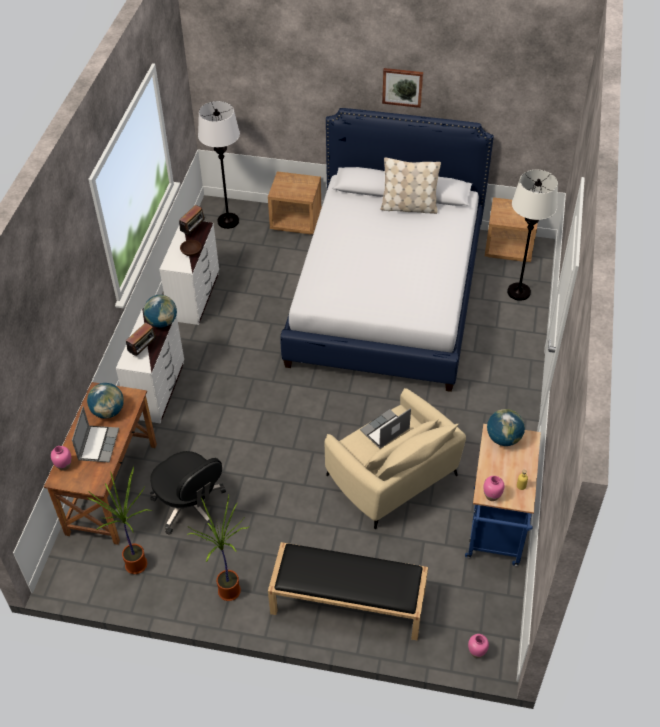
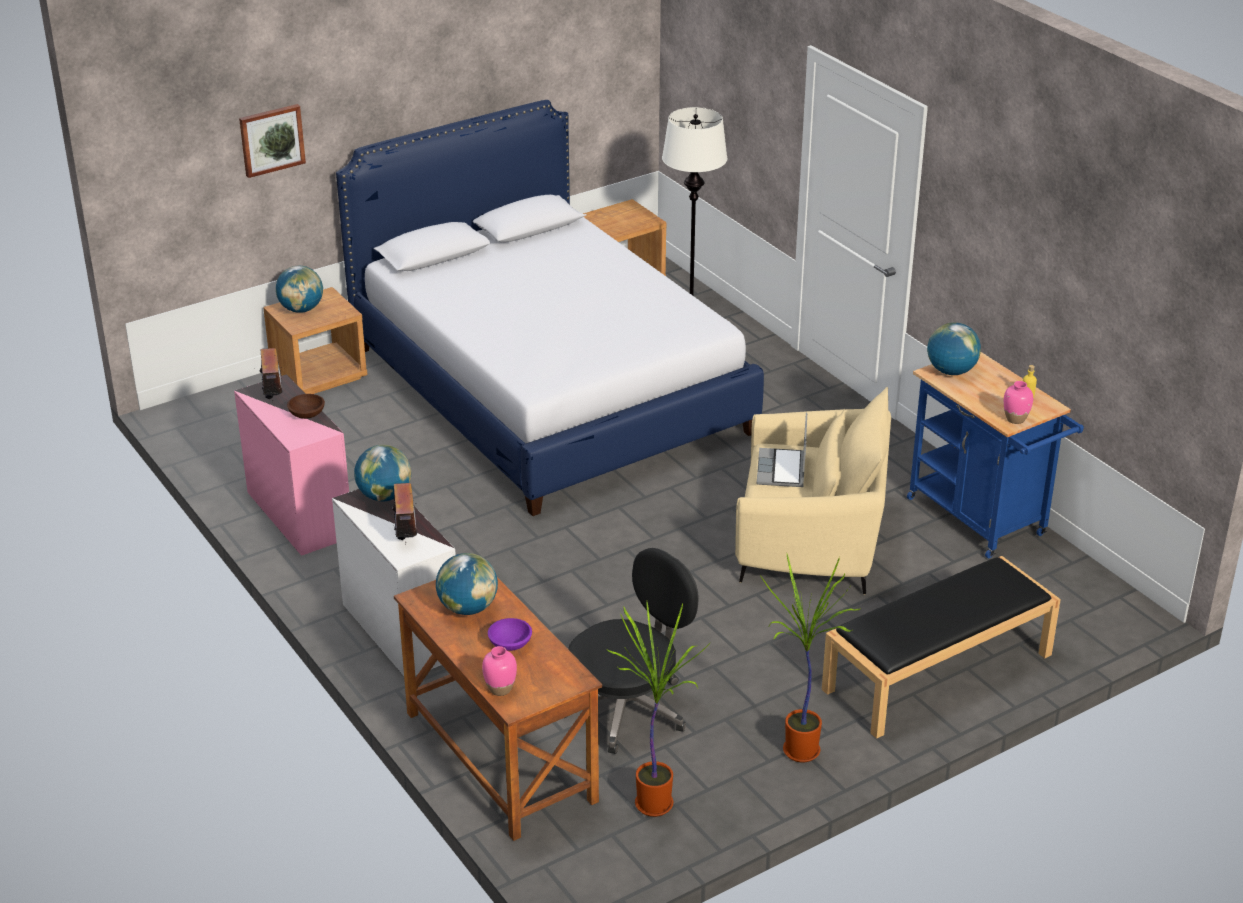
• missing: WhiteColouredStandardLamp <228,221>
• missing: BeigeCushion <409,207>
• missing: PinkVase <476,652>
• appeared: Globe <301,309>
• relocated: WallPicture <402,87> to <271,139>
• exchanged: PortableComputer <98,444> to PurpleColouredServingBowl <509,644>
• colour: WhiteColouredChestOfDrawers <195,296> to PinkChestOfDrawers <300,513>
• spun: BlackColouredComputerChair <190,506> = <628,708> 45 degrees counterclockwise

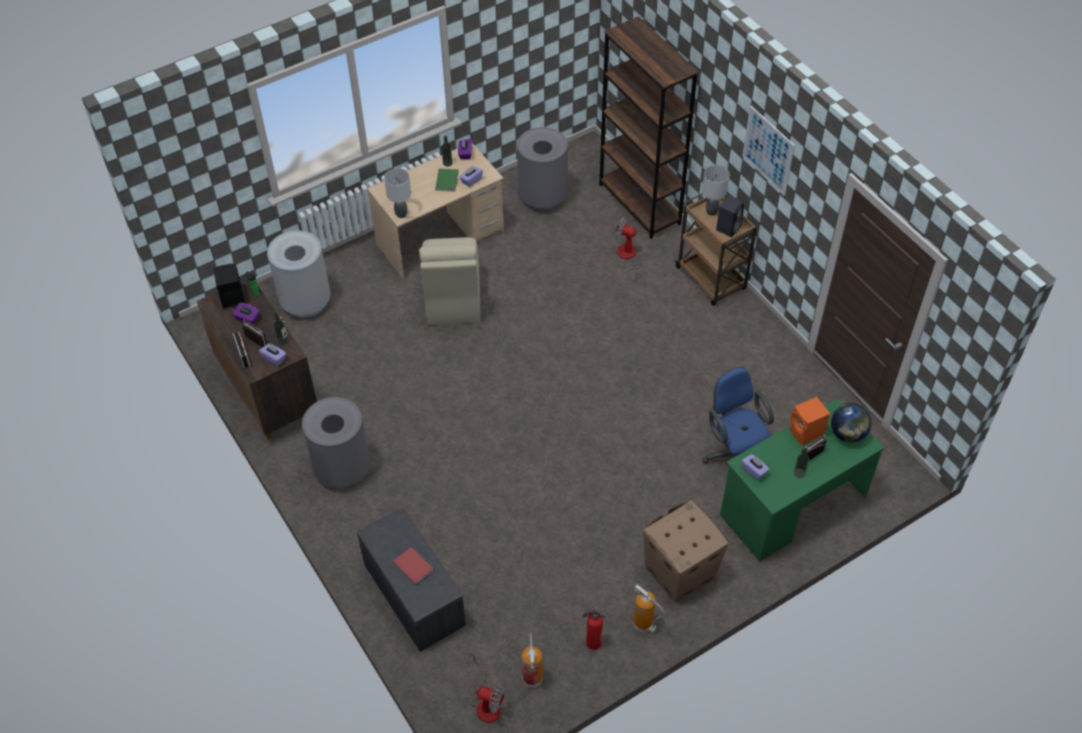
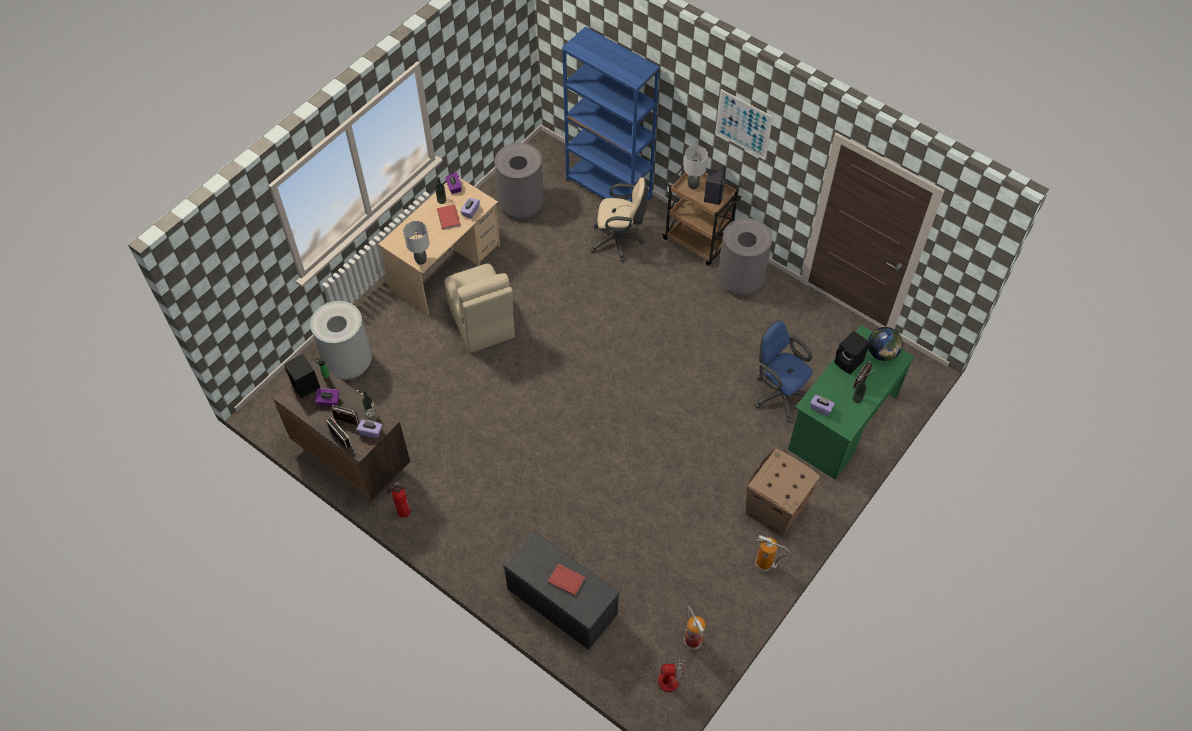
• relocated: GreyTrashCan <342,469> to <740,280>
• relocated: FireExtinguisher <592,642> to <403,512>
• exchanged: ElectricFan <628,257> to BeigeComputerChair <619,241>
• colour: GreenVolume <448,181> to RedVolume <449,217>
• colour: BrownColouredShelvingUnit <639,204> to BluishShelvingUnit <609,189>
• colour: OrangeColouredAudioSpeaker <806,433> to BlackColouredAudioSpeaker <849,362>

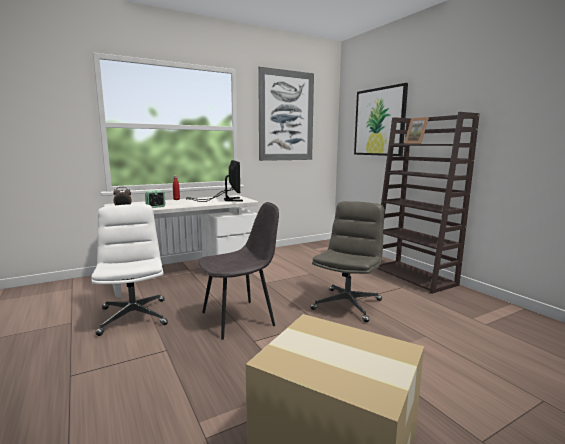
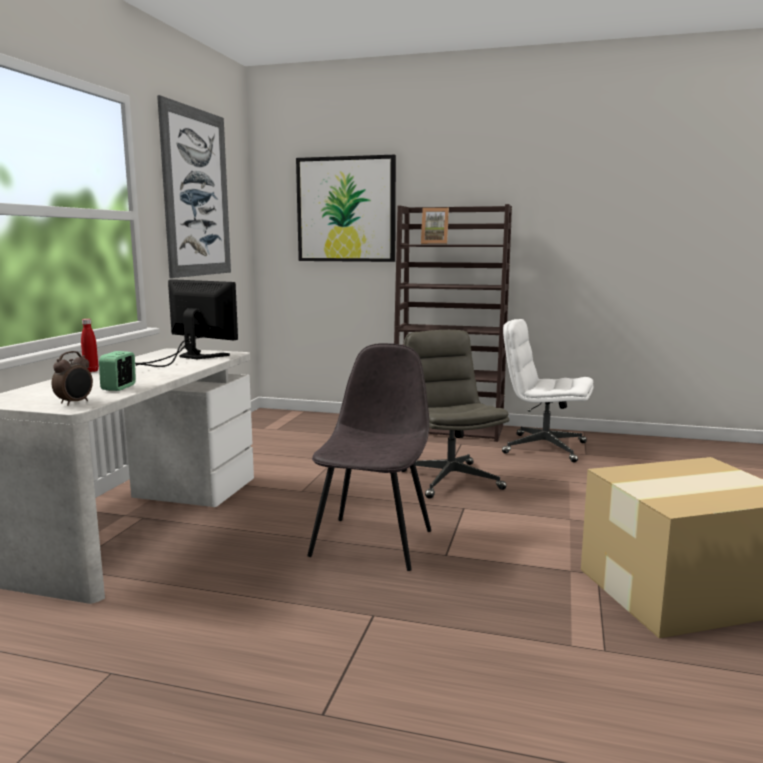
• relocated: WhiteColouredComputerChair <133,316> to <543,448>

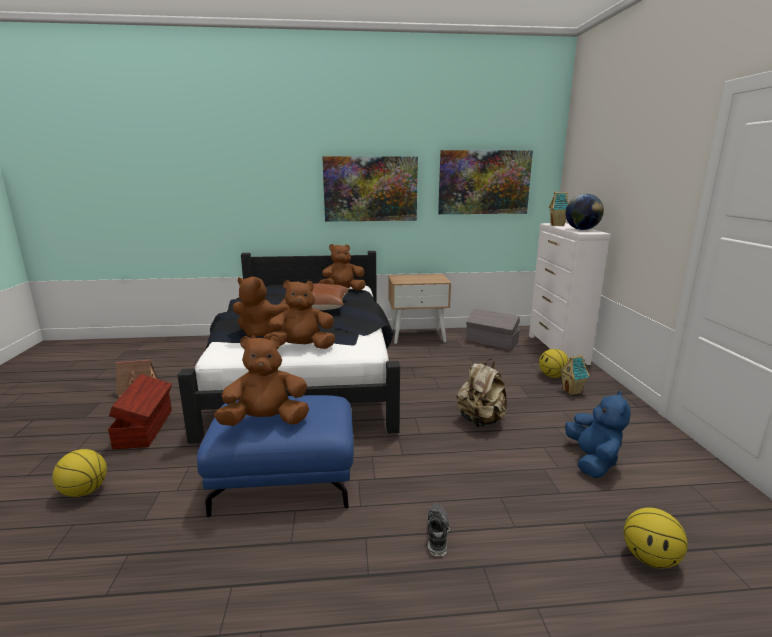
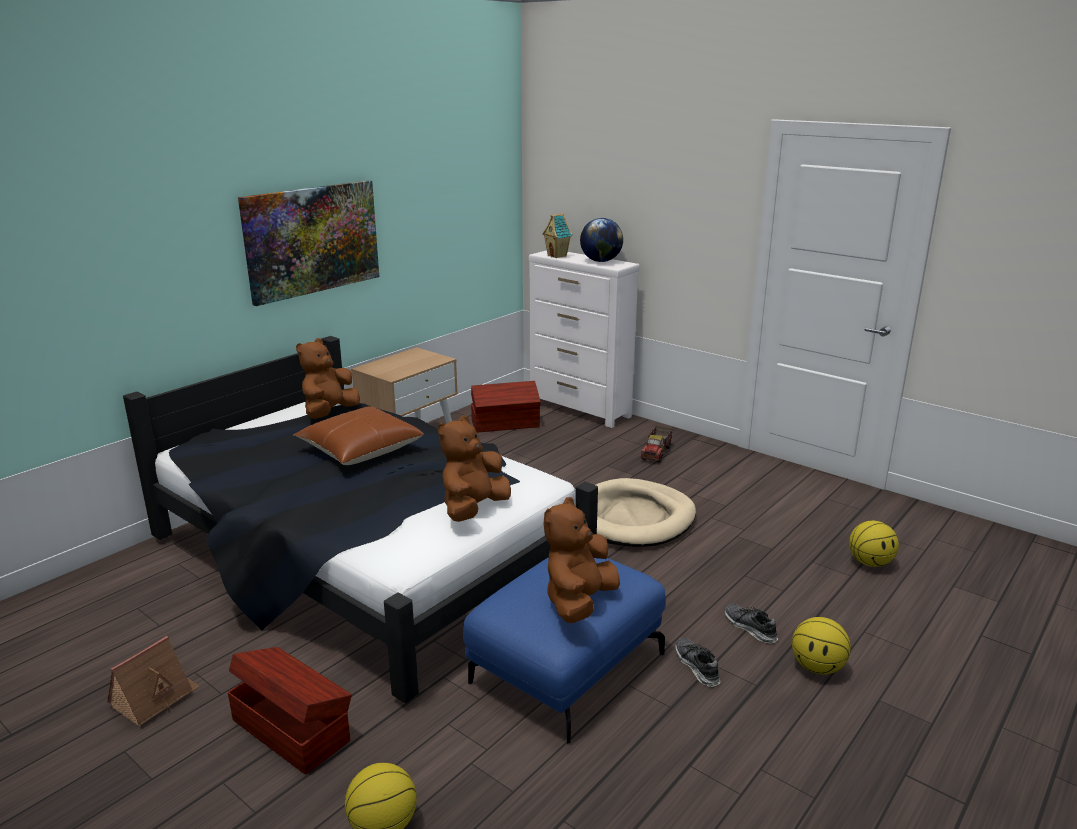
• missing: BrownColouredCuddlyToy <262,334>
• missing: WallPicture <484,182>
• missing: BluishCuddlyToy <592,461>
• appeared: Shoe <696,667>
• relocated: BallForBasketball <552,376> to <817,667>
• exchanged: BeigeRucksack <481,421> to BeigeDogBed <633,518>
• exchanged: MiniatureHouse <572,391> to ModelTruck <657,453>
• colour: GreyStorageBox <492,342> to BrownColouredStorageBox <506,424>

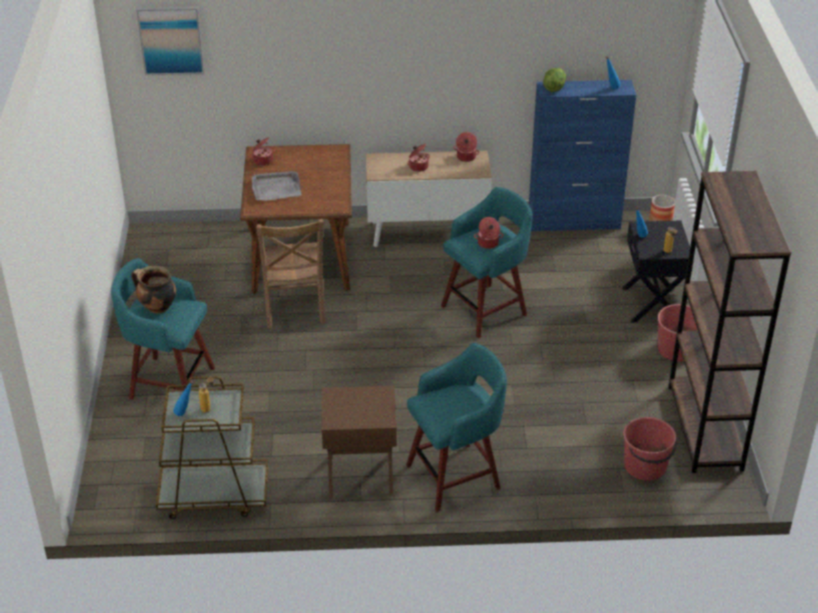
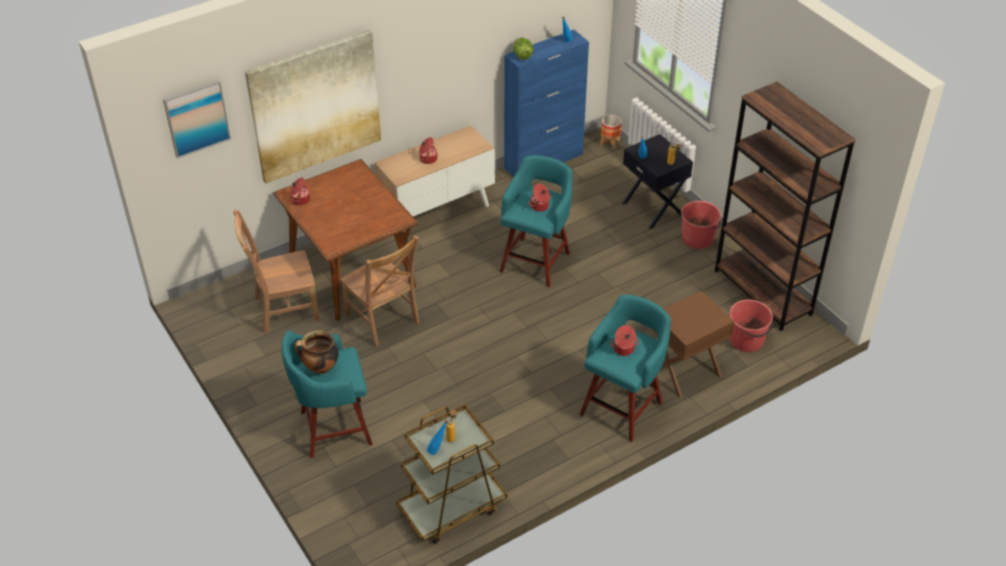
• missing: GreyServingTray <276,188>
• appeared: BrownColouredPlainChair <283,310>
• appeared: WallPicture <315,106>
• relocated: BrownColouredNightTable <360,475> to <686,372>
• relocated: CookingPot <466,157> to <623,349>

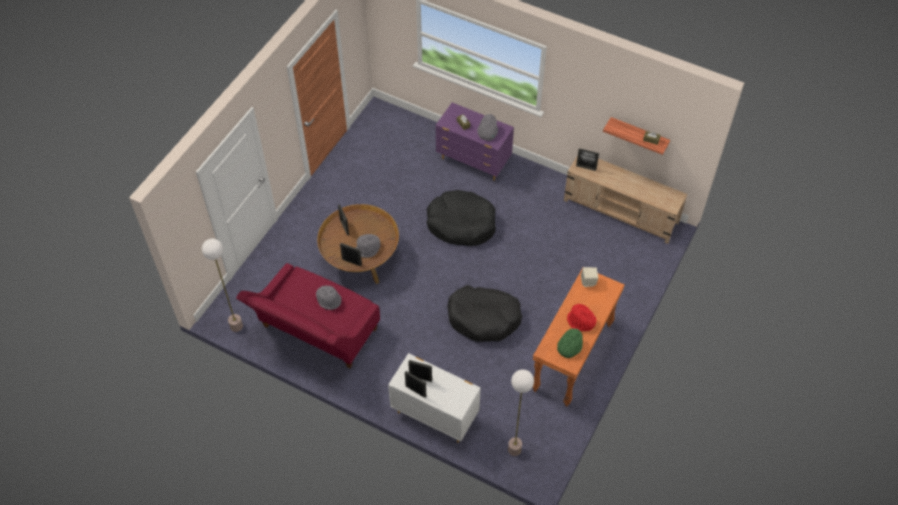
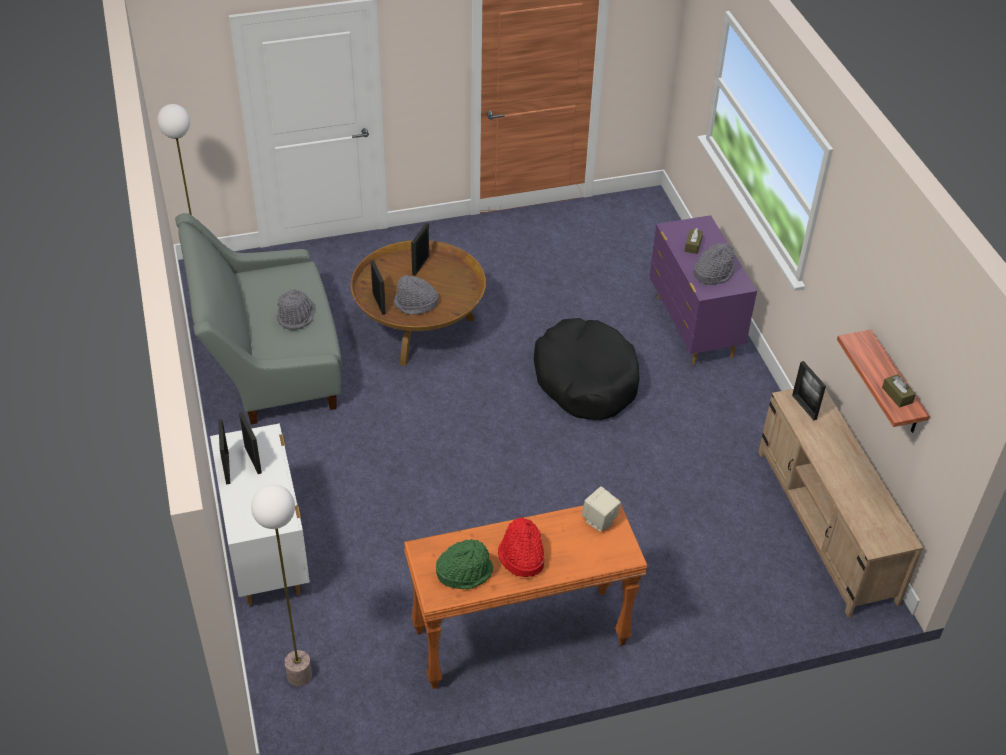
• missing: BlackColouredDogBed <484,318>
• colour: RedSettee <316,333> to GreySettee <269,362>

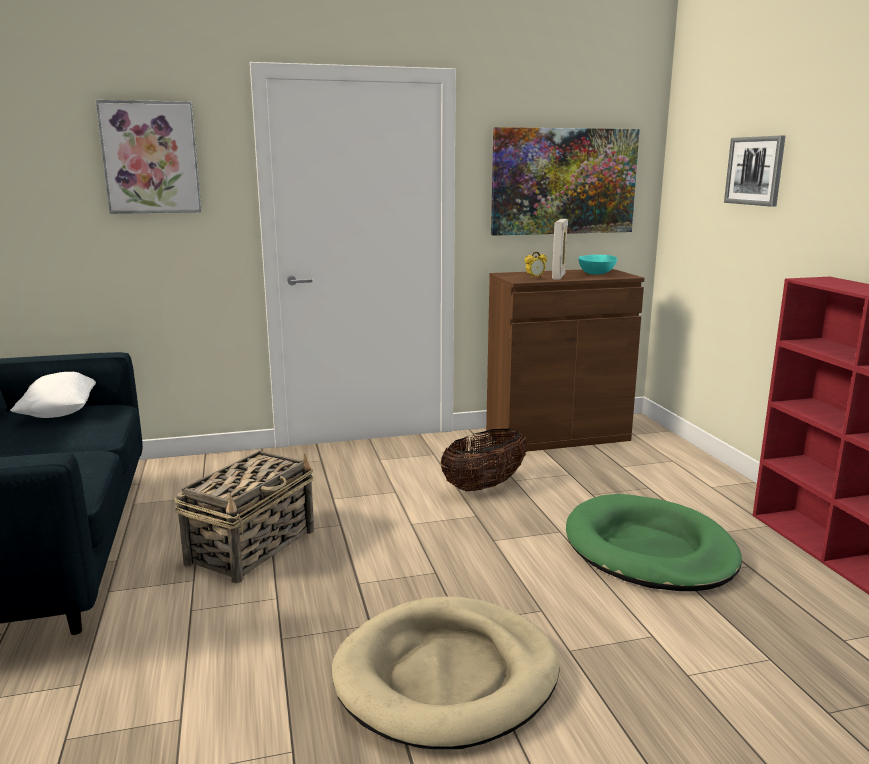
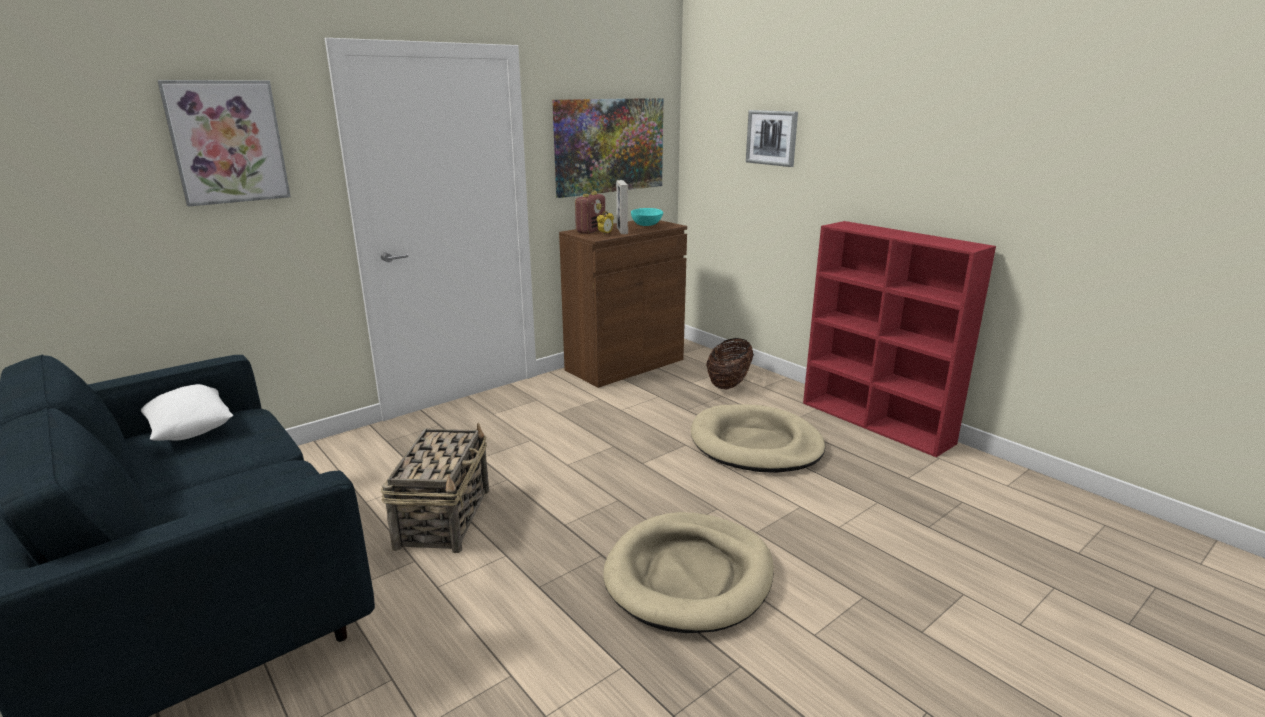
• appeared: Radio <590,231>
• relocated: StorageBasket <484,486> to <728,384>
• colour: GreenDogBed <649,549> to BeigeDogBed <755,444>

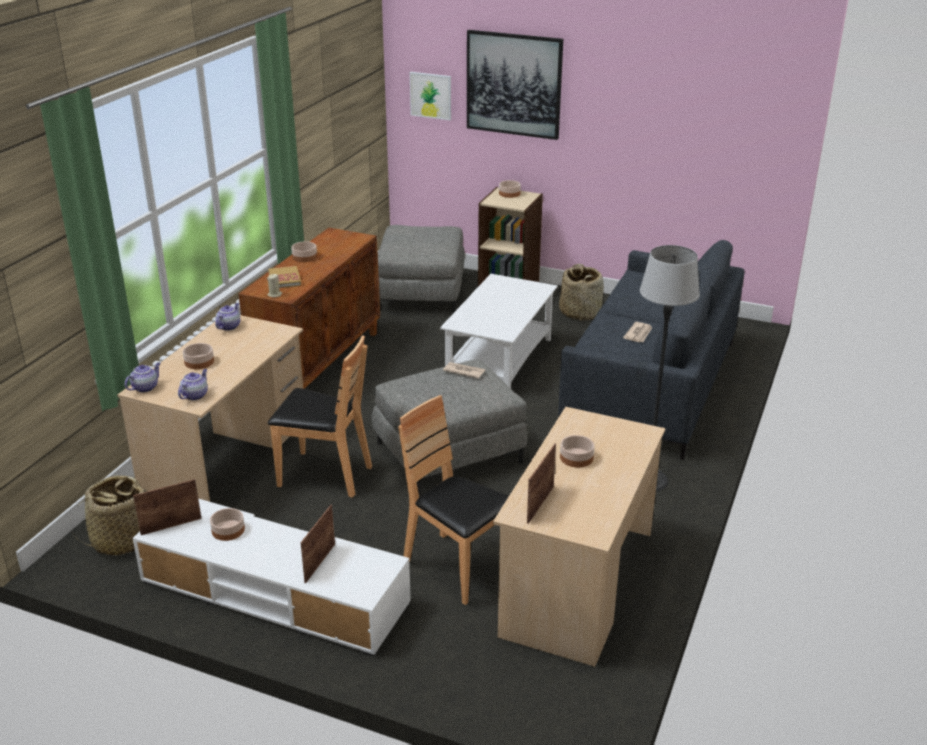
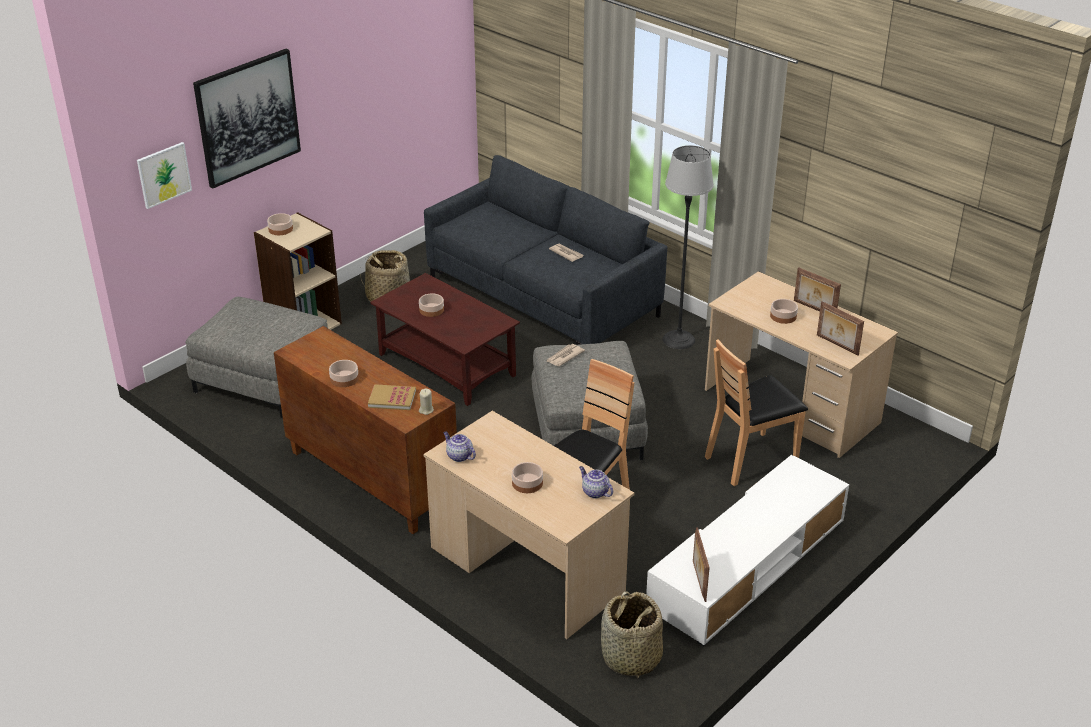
• missing: Teapot <145,387>
• relocated: ServingBowl <228,530> to <431,309>
• relocated: StandingFrame <319,563> to <814,309>
• colour: WhiteColouredLowTable <499,361> to BrownColouredLowTable <448,365>

